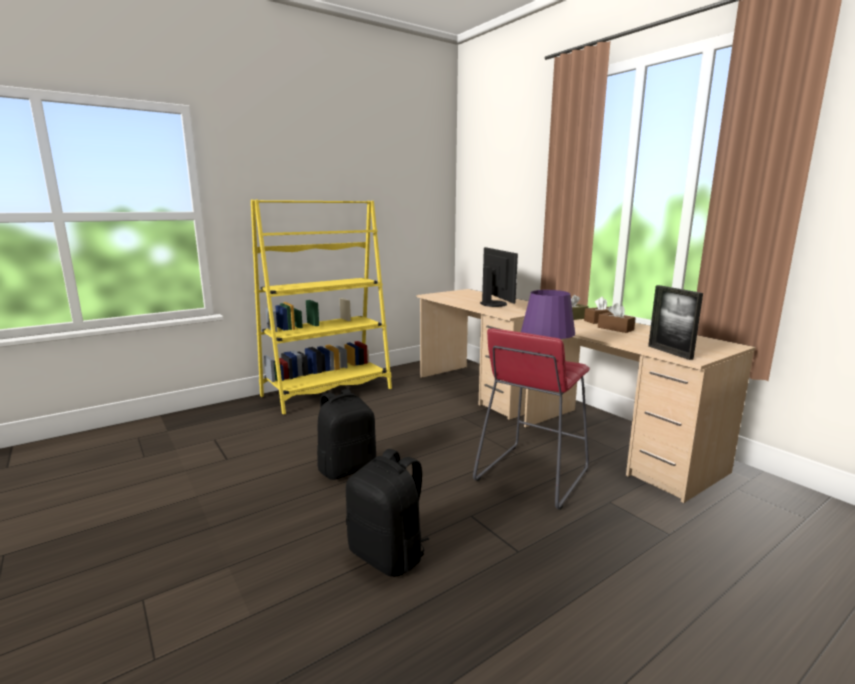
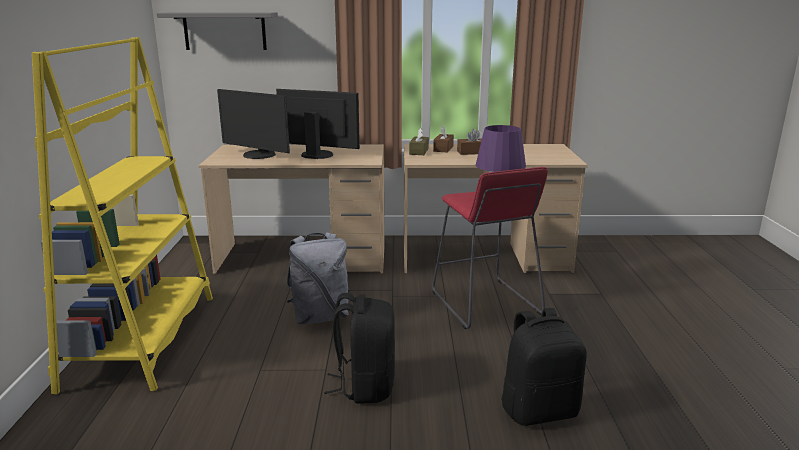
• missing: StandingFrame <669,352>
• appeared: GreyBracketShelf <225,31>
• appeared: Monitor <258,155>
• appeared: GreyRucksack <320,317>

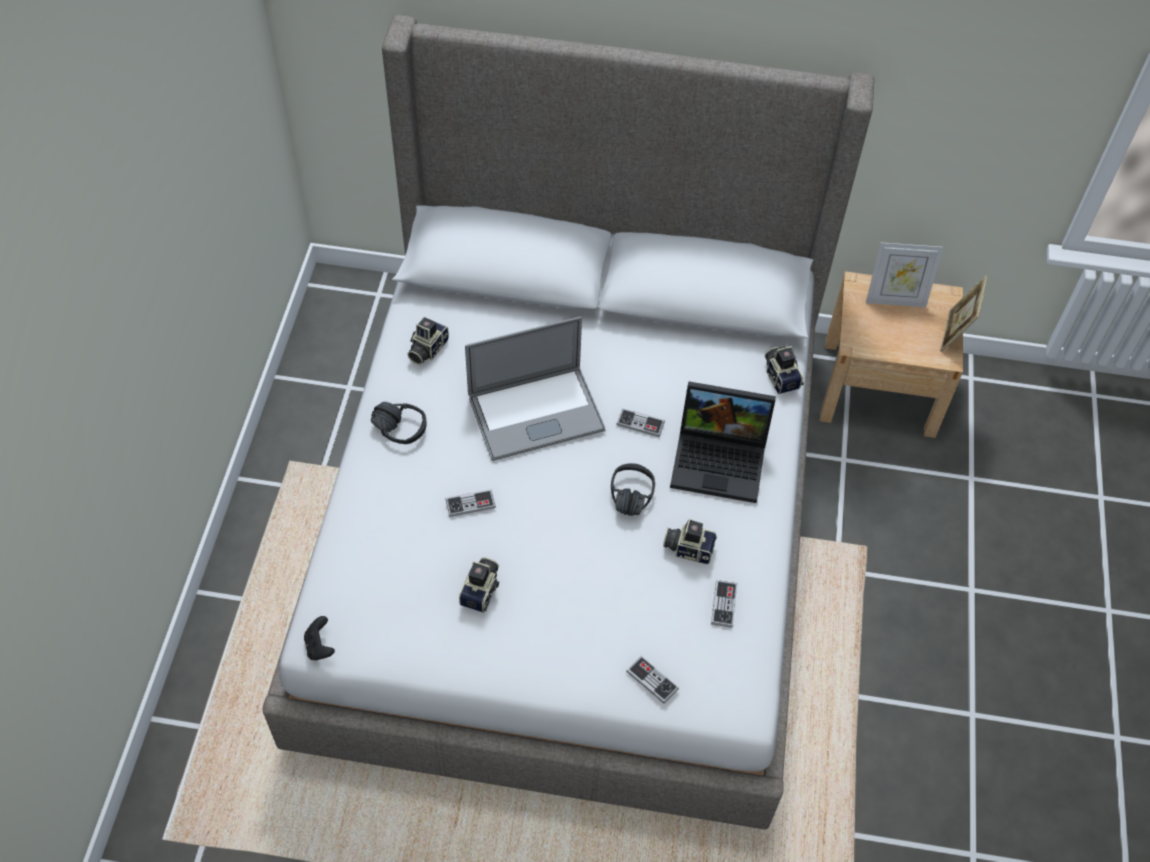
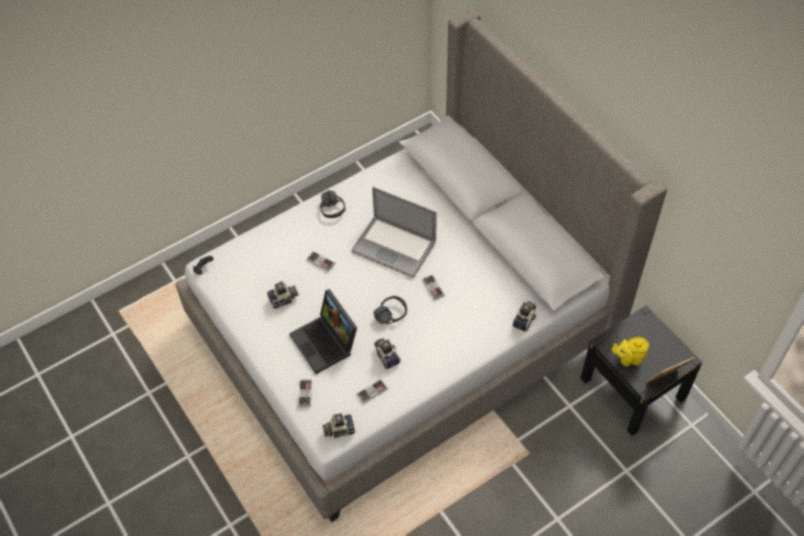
• missing: StandingFrame <895,300>
• appeared: YellowTeapot <628,359>
• relocated: StillCamera <426,349> to <338,429>
• relocated: PortableComputer <721,460> to <326,343>
• colour: BeigeNightTable <879,387> to BlackColouredNightTable <633,388>

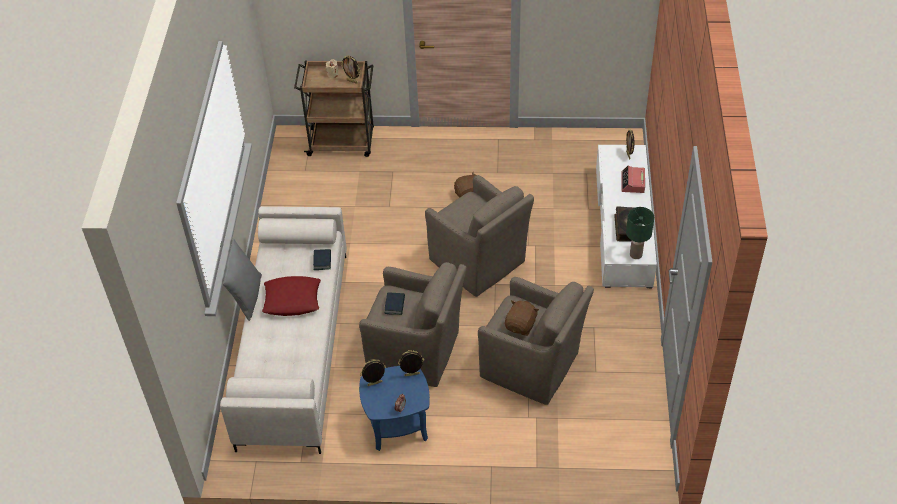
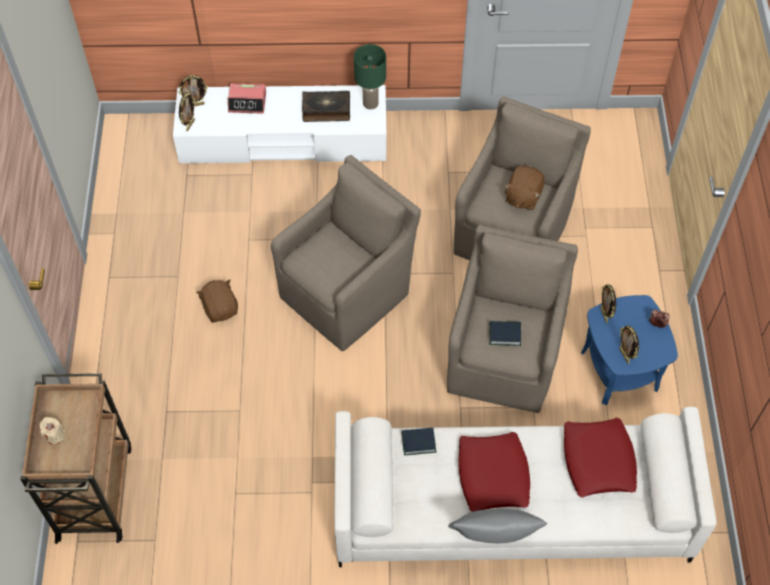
• appeared: RedCushion <598,460>
• relocated: StandingFrame <352,81> to <190,125>
• spun: BrownColouredCuddlyToy <521,325> = <522,196> 90 degrees counterclockwise

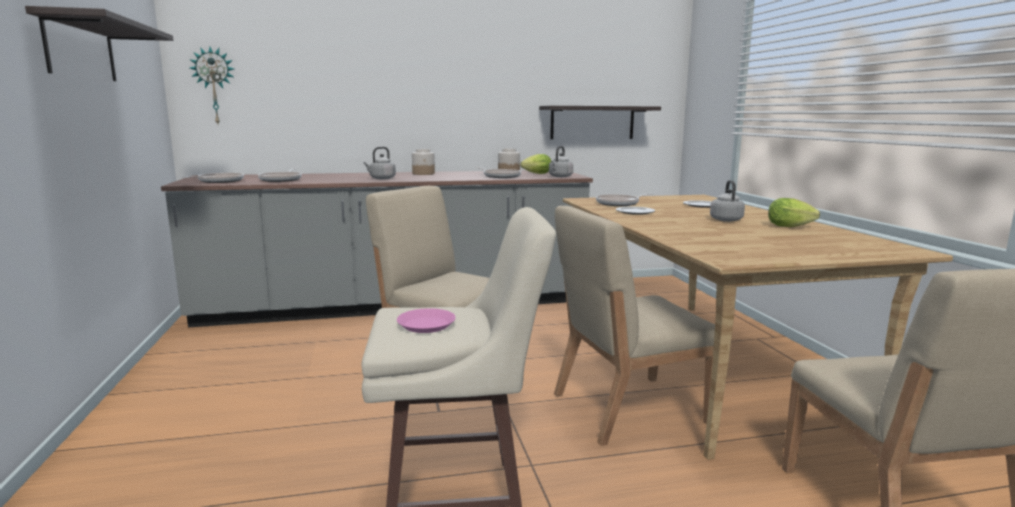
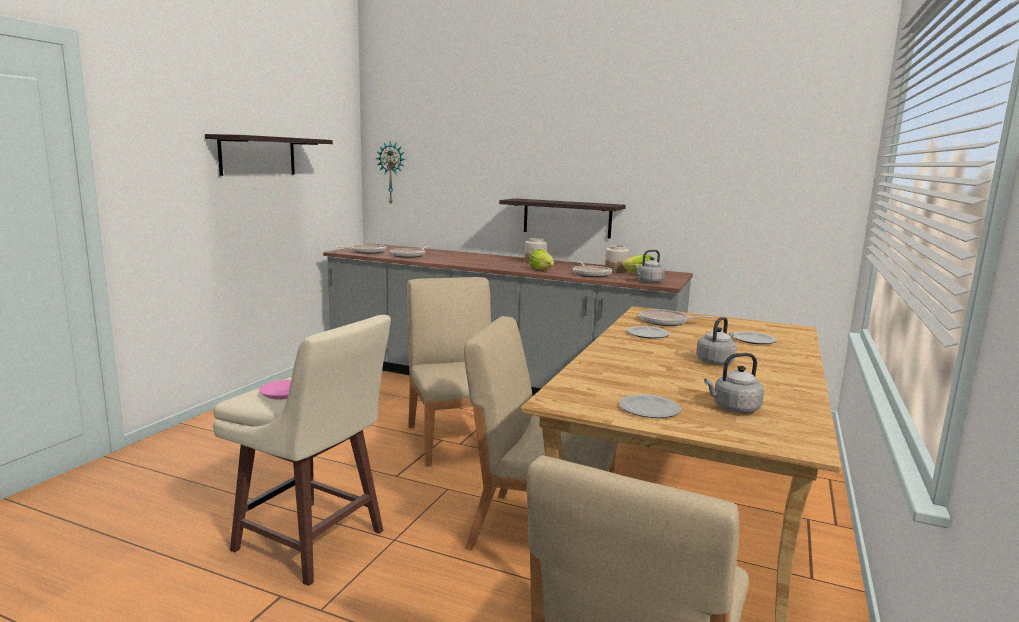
• appeared: Plate <650,409>
• relocated: GreyTeaKettle <381,178> to <733,408>
• relocated: BracketShelf <592,122> to <567,218>
• relocated: Lettuce <792,227> to <542,270>

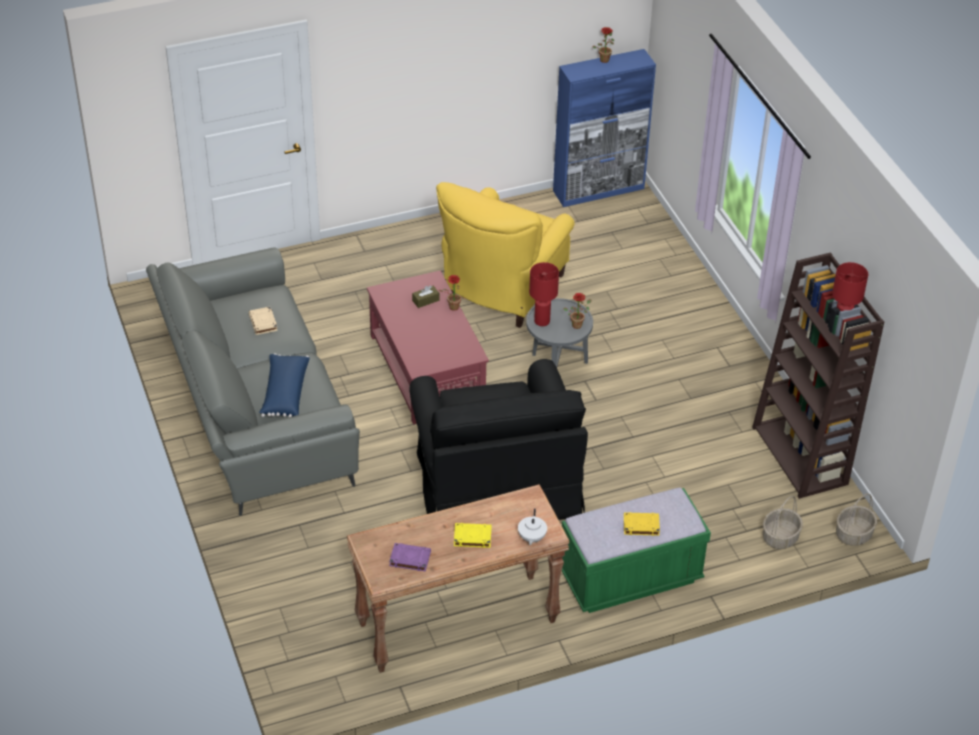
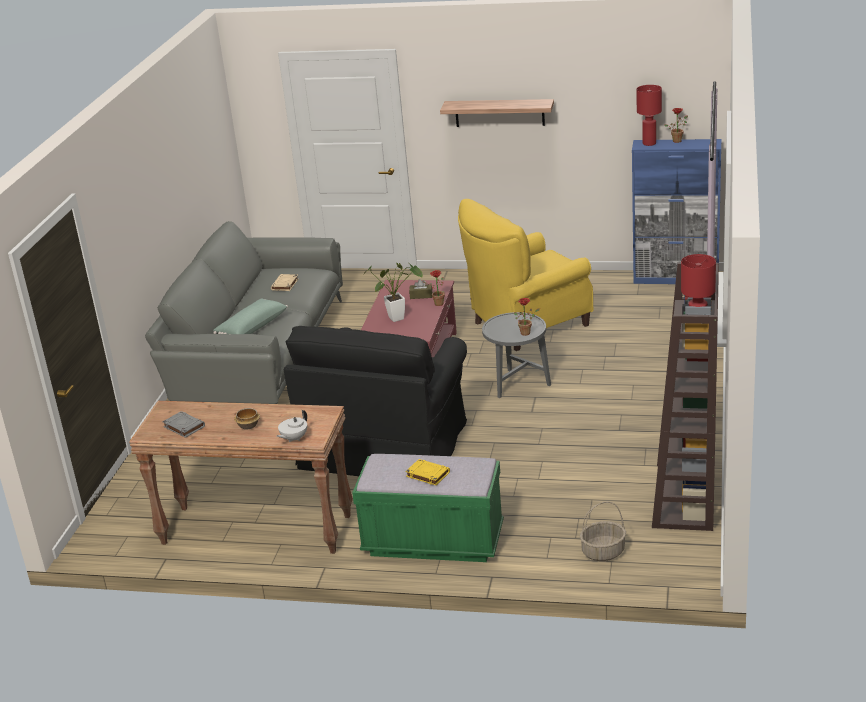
• missing: StorageBasket <853,535>
• appeared: Houseplant <400,317>
• appeared: BracketShelf <499,113>
• relocated: RedTableLamp <542,321> to <649,143>
• exchanged: YellowVolume <472,537> to ServingBowl <247,426>
• colour: BluishCushion <284,393> to GreenCushion <251,327>
• colour: PurpleColouredVolume <409,559> to GreyVolume <183,426>

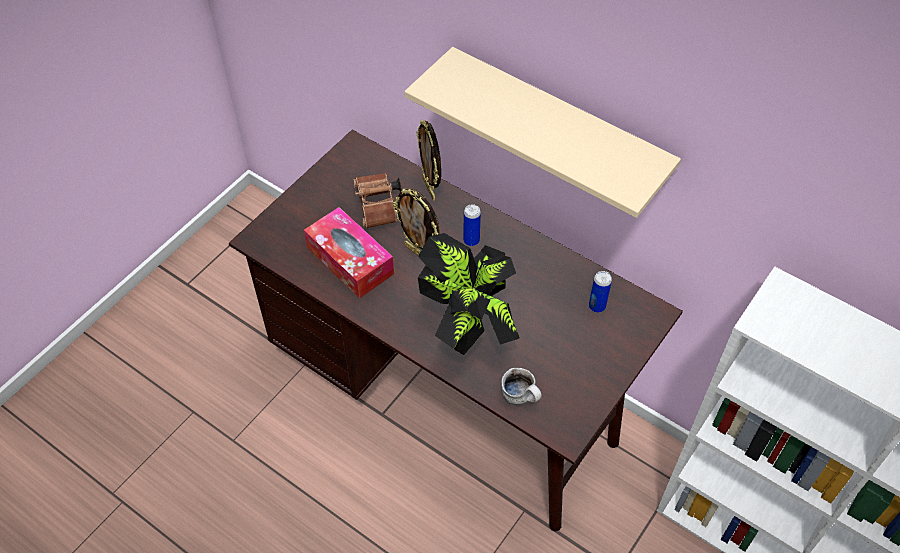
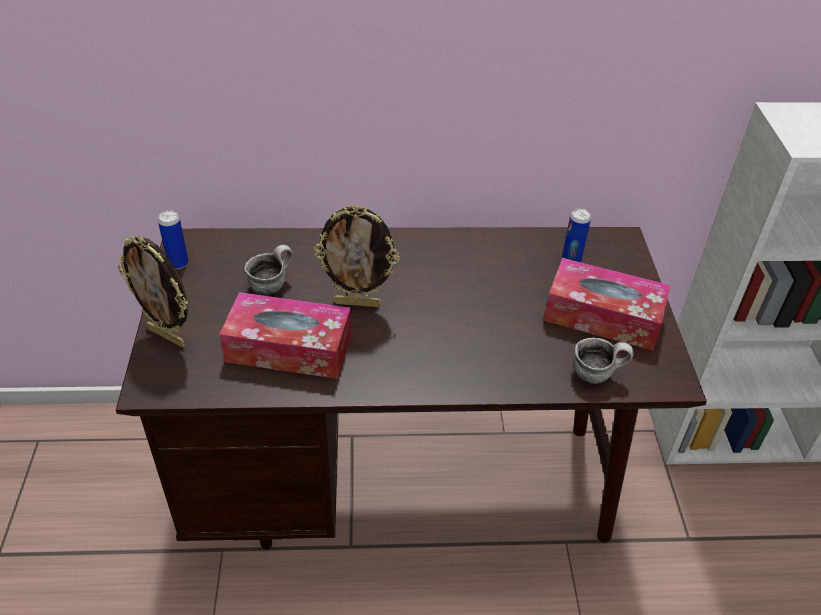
• missing: BeigeBracketShelf <557,130>
• missing: Houseplant <469,327>
• appeared: TissueBox <602,316>
• relocated: StandingFrame <430,189> to <168,336>
• relocated: SealedCan <471,240> to <178,263>
• exchanged: BrownColouredBinoculars <379,208> to Mug <271,284>

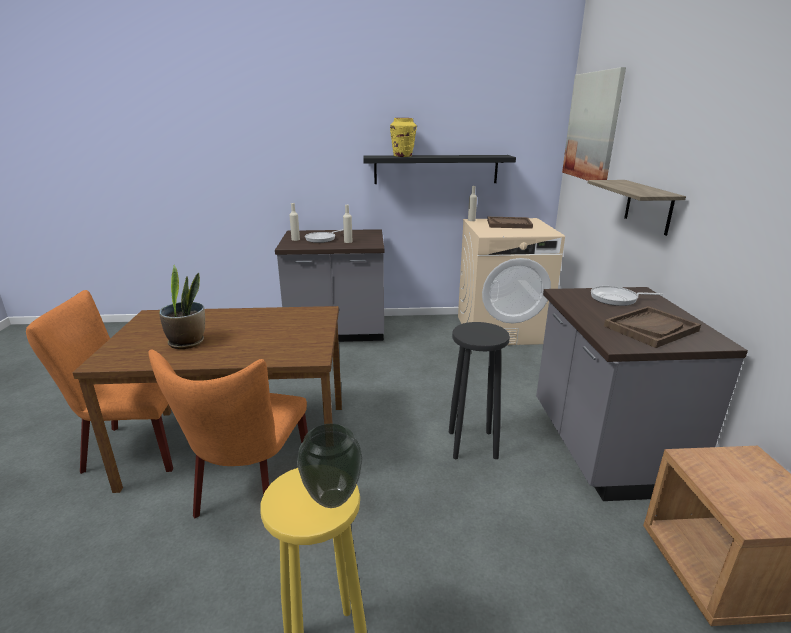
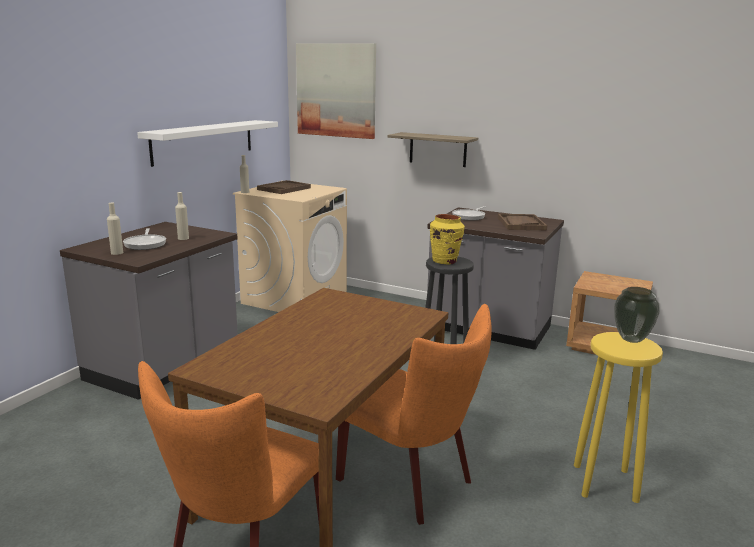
• missing: Houseplant <187,342>
• relocated: YellowVase <403,156> to <445,261>
• colour: BlackColouredBracketShelf <436,169> to WhiteColouredBracketShelf <204,141>

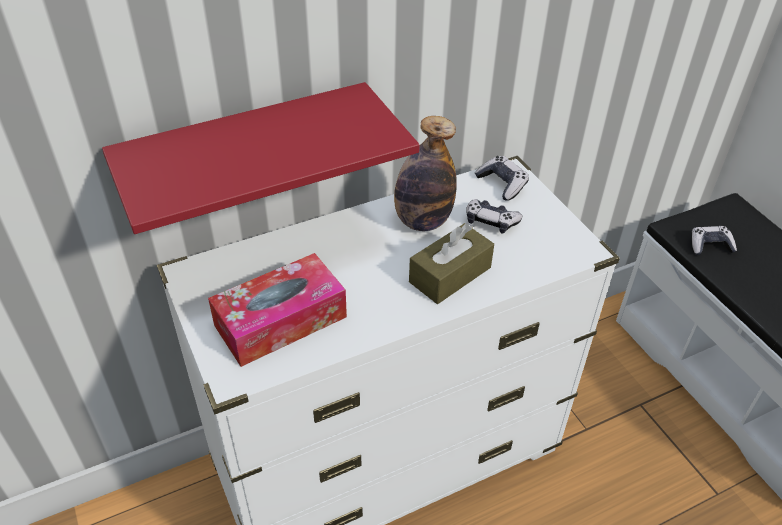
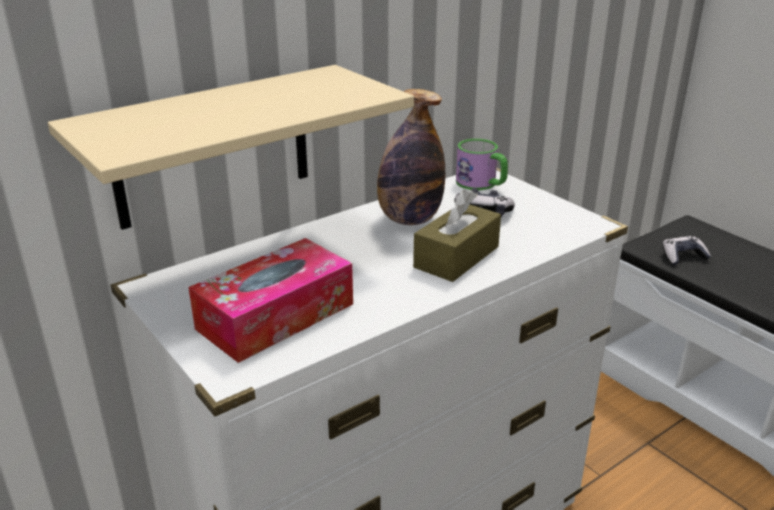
• exchanged: Gamepad <502,184> to Mug <481,184>
• colour: RedBracketShelf <247,156> to BeigeBracketShelf <213,147>

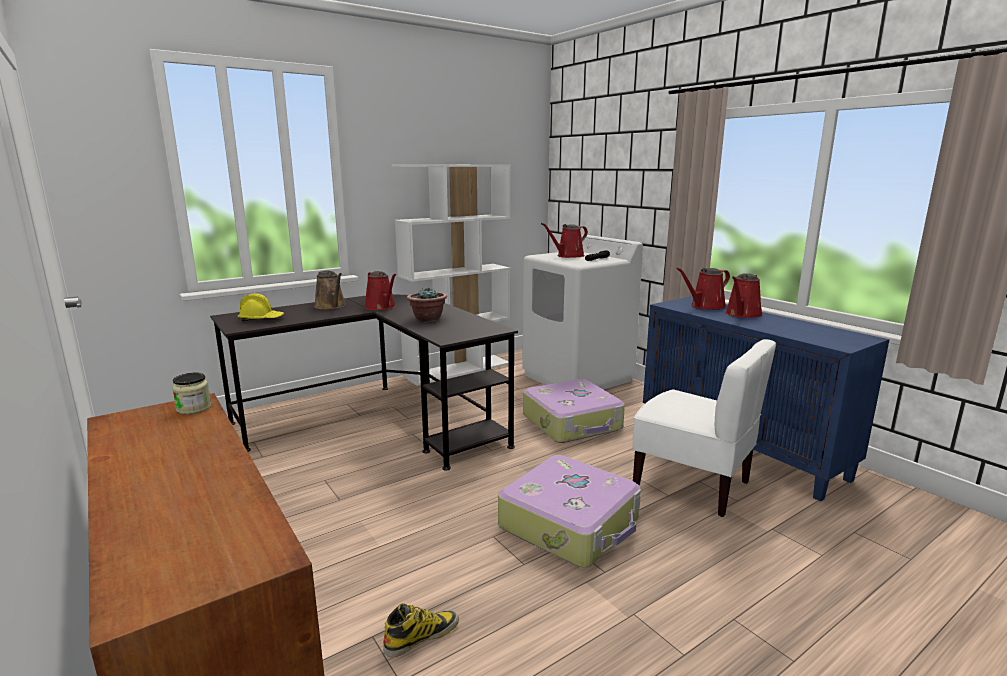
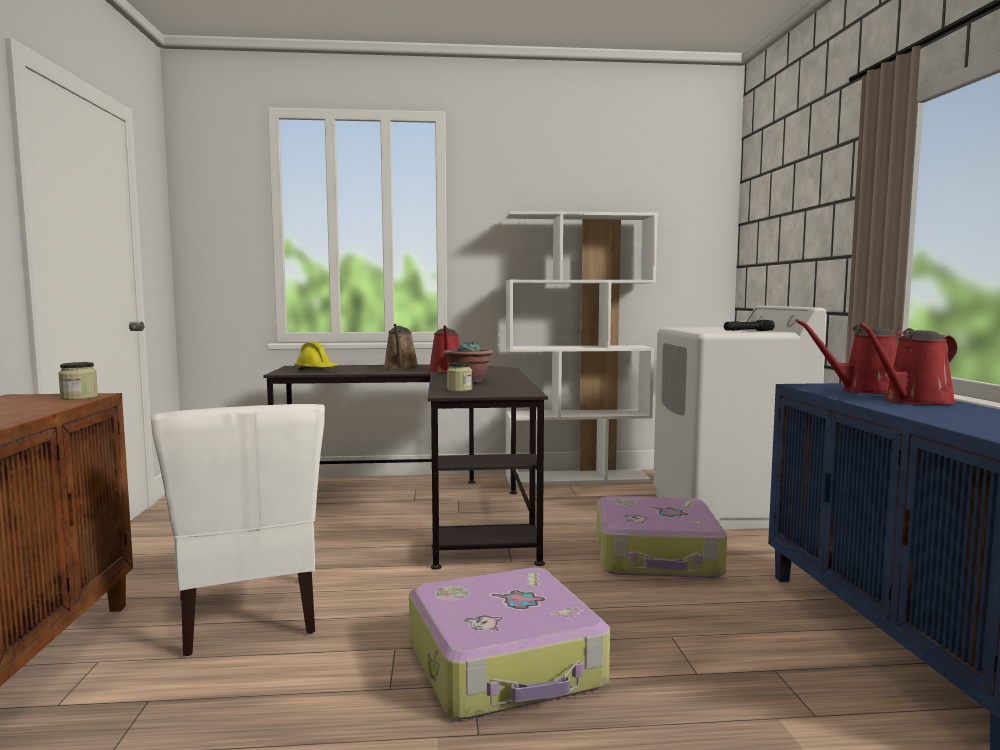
• missing: TallBoot <421,636>
• missing: RedWateringPot <568,256>
• appeared: StorageJar <459,390>
• relocated: WhiteColouredPlainChair <692,484> to <249,615>

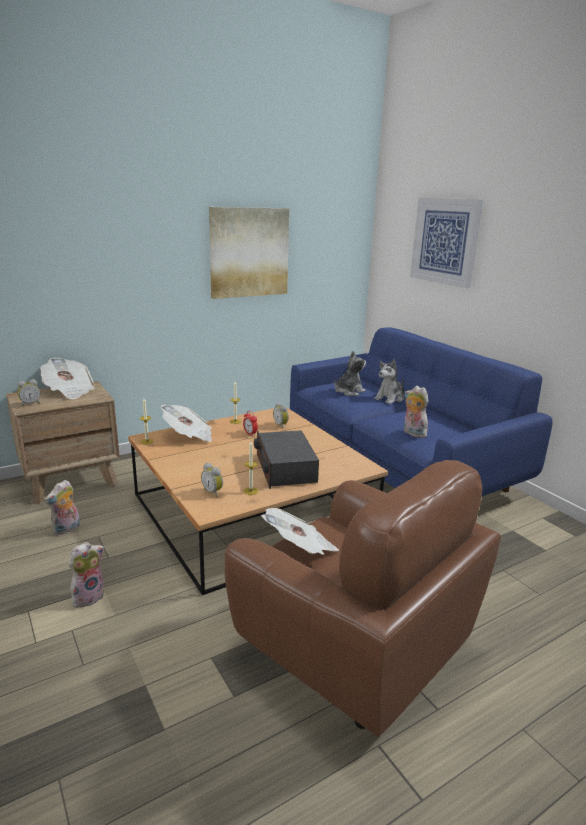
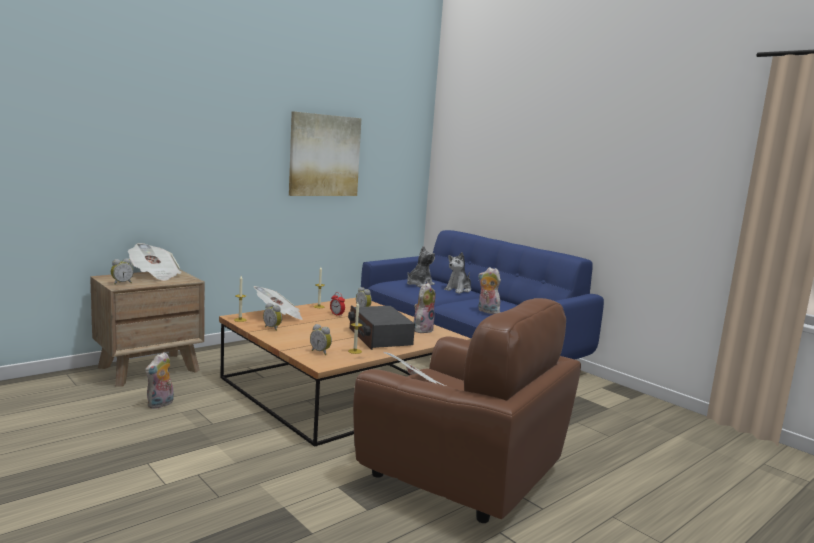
• missing: WallPicture <445,241>
• appeared: TableClock <273,328>
• relocated: CuddlyToy <88,596> to <422,329>

